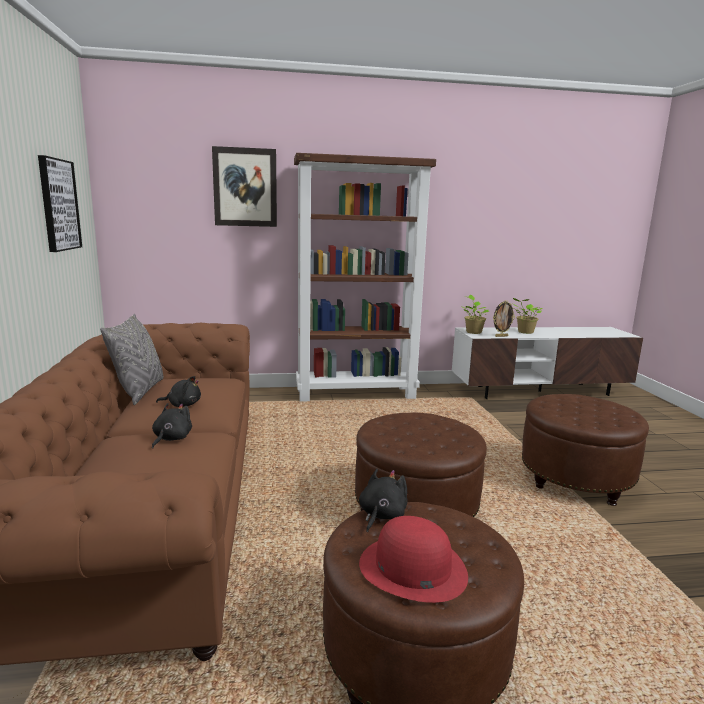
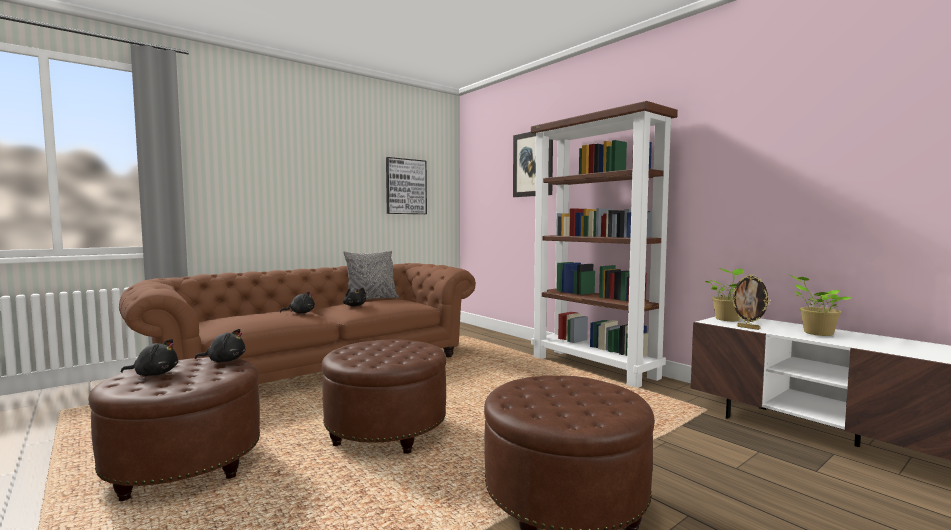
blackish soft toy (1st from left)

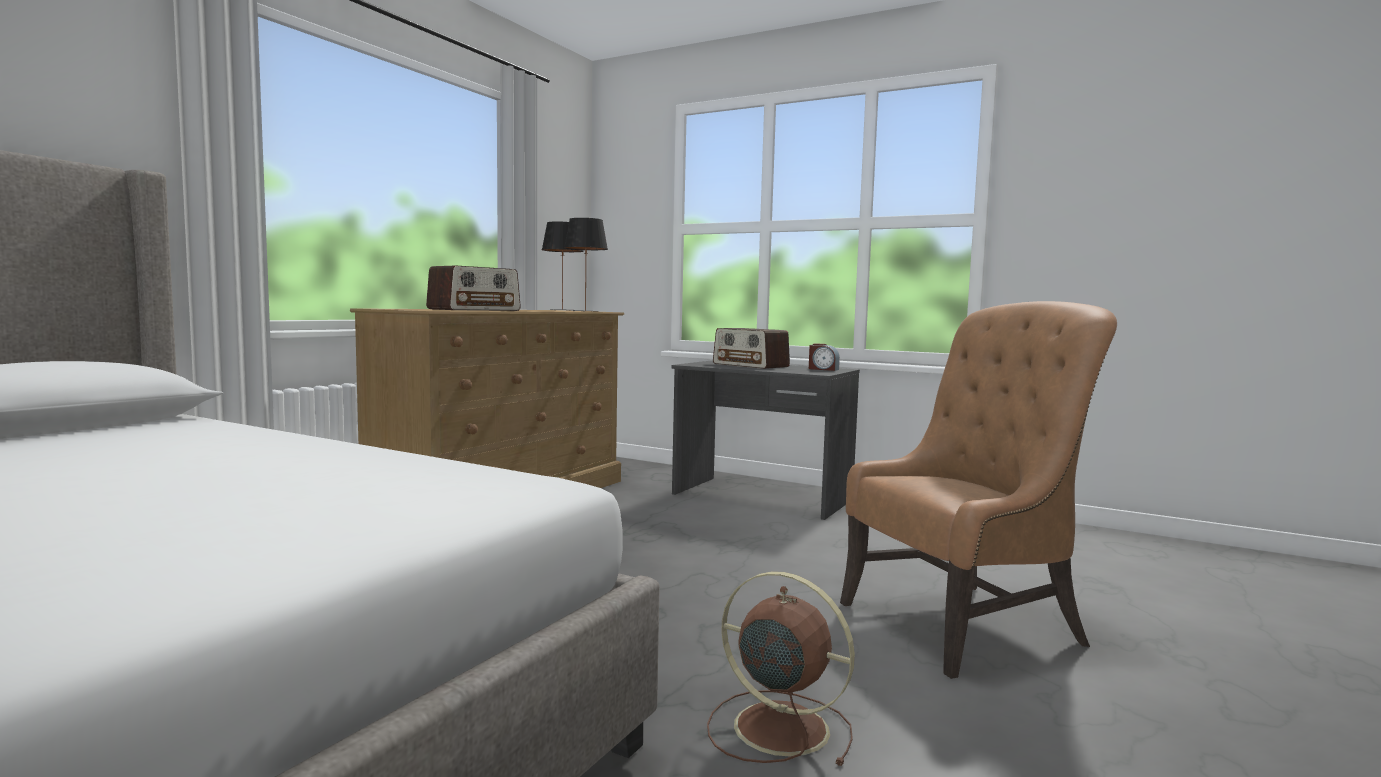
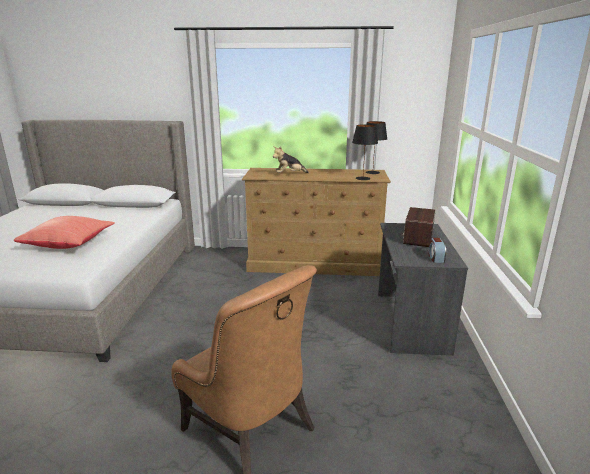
red-coloured cushion; soft toy; brownish electric fan

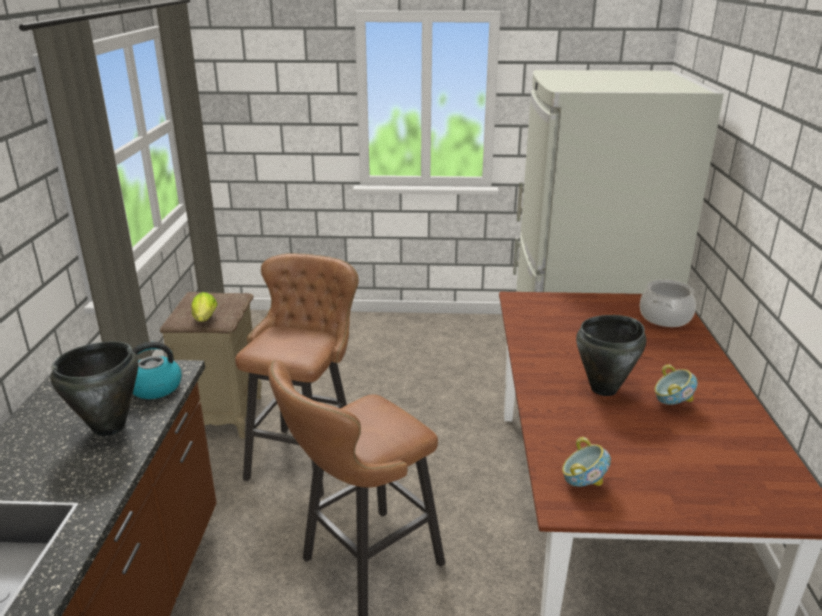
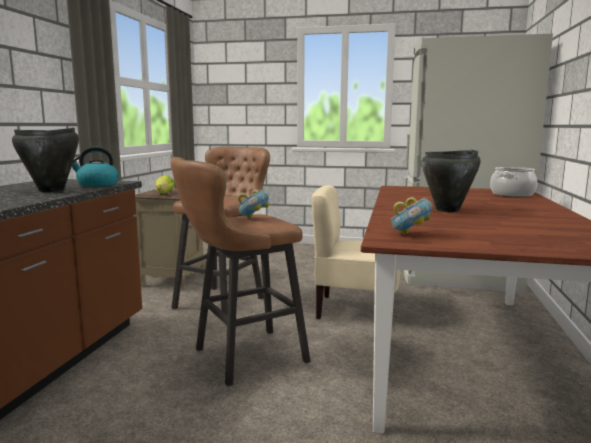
serving bowl (1st from left); sand-coloured plain chair

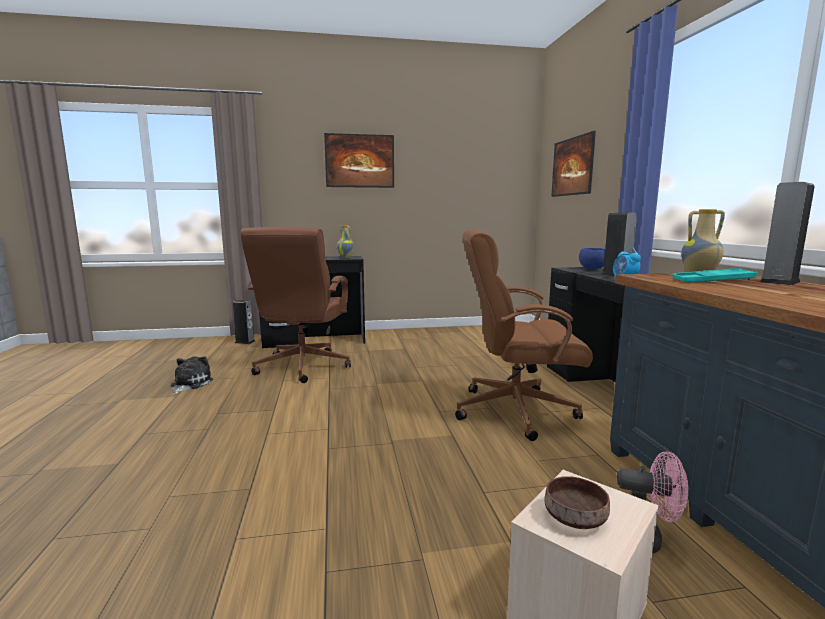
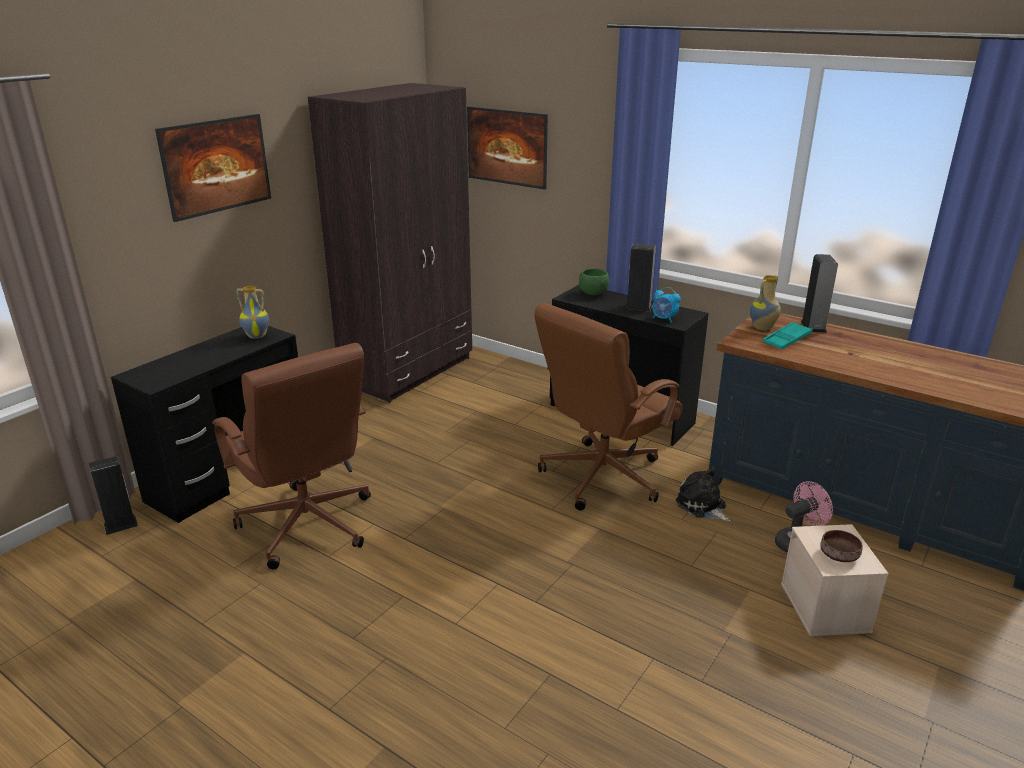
brownish wardrobe; green-coloured serving bowl; soft toy

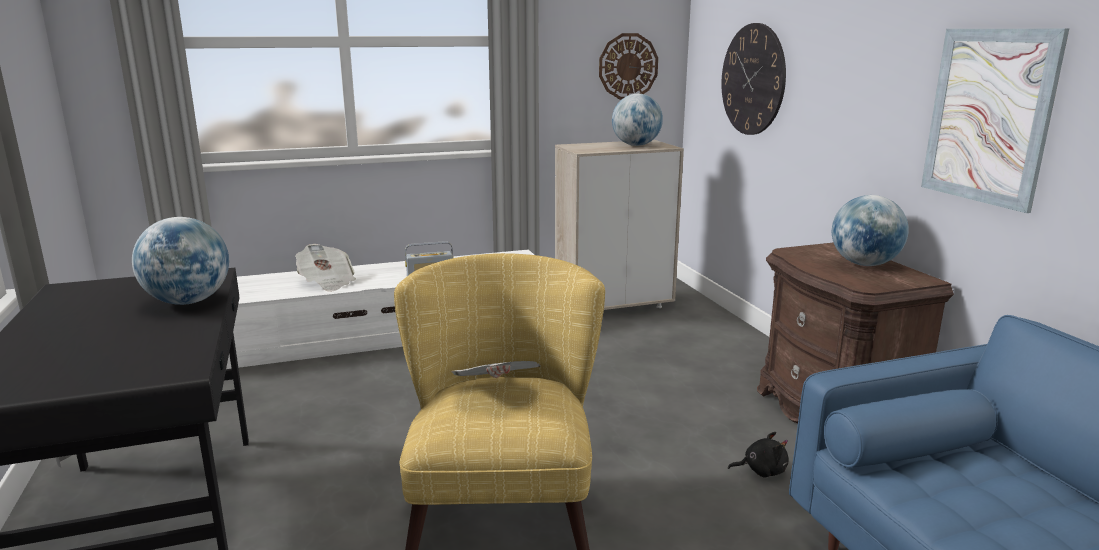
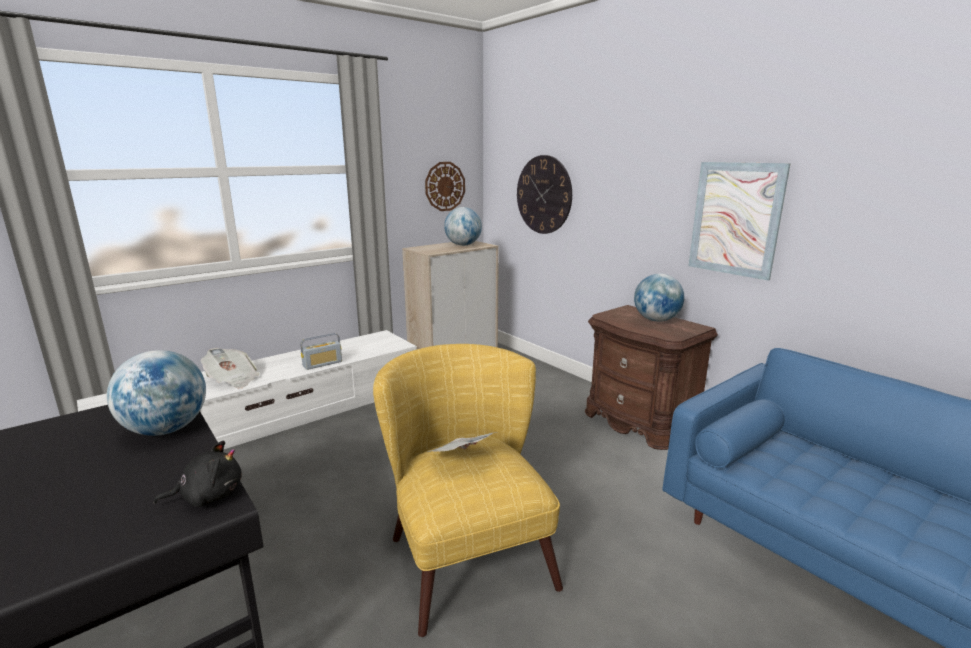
blackish soft toy

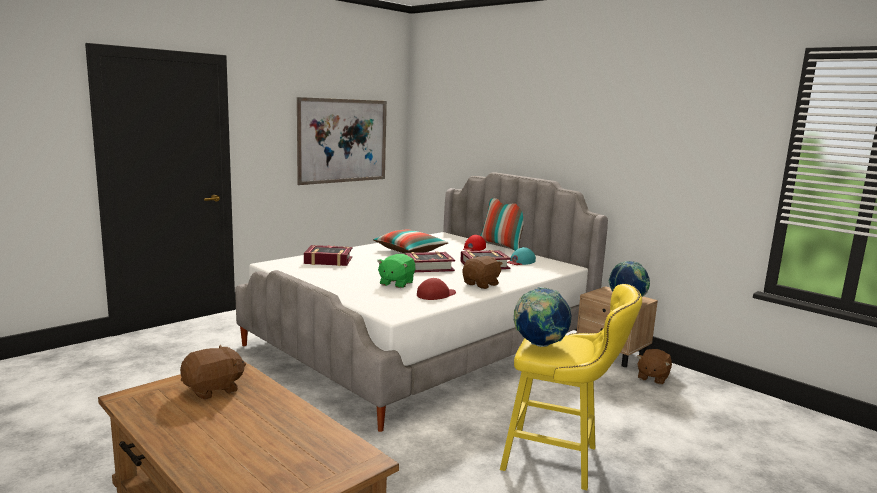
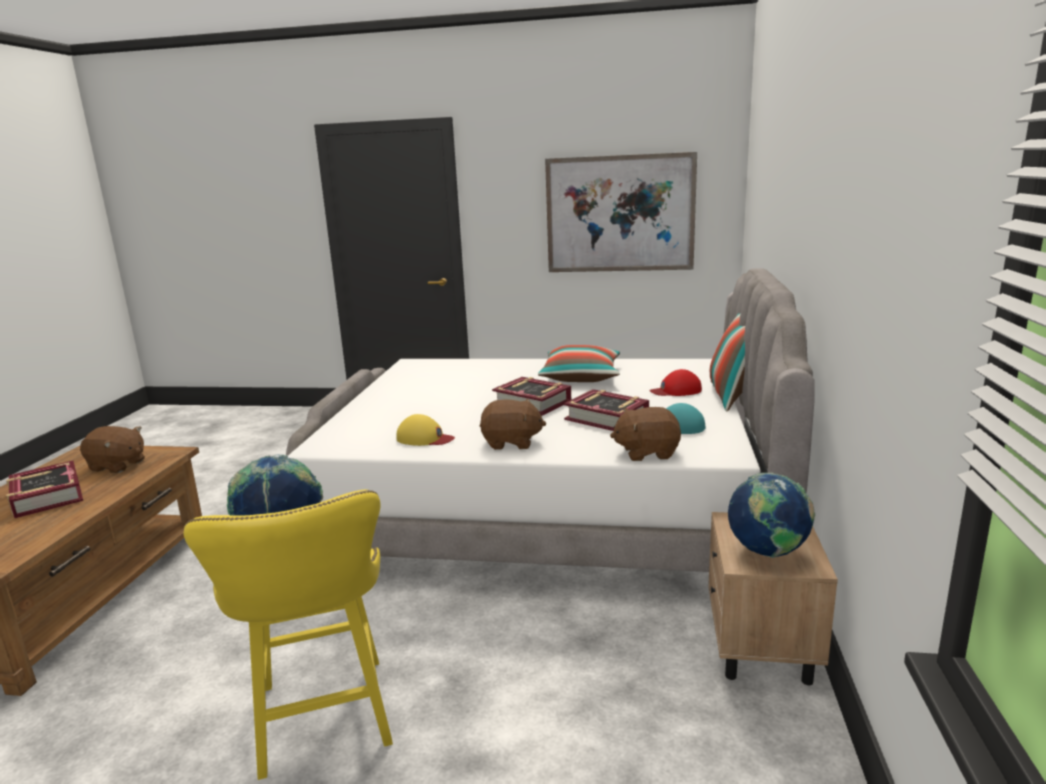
volume (1st from left); yellow baseball cap; brownish soft toy (3rd from left); green-coloured soft toy

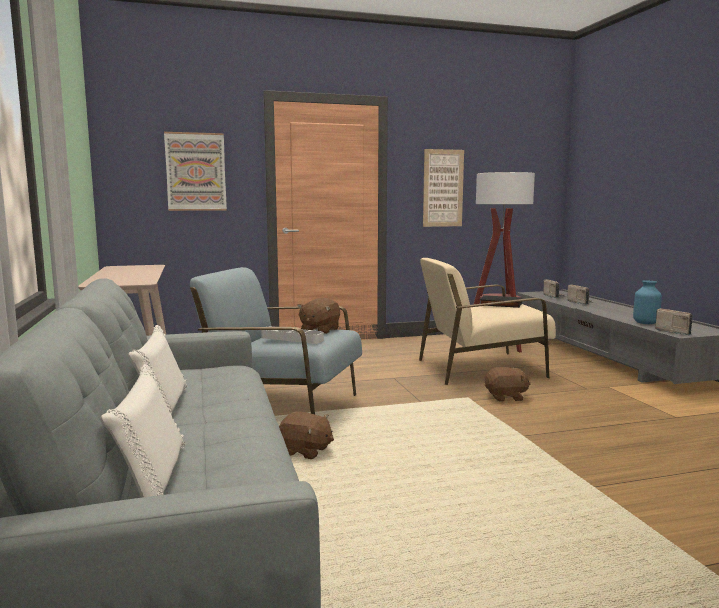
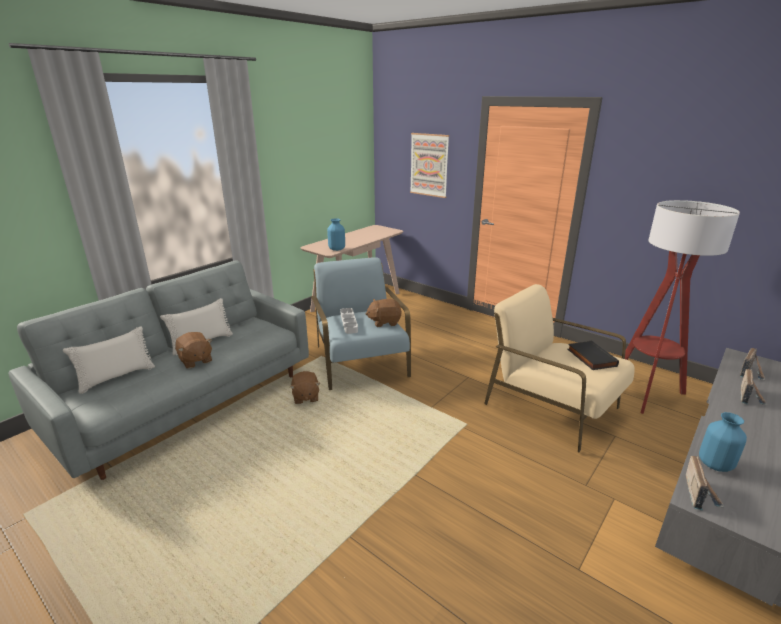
brownish soft toy (1st from left); bluish vase (1st from left); picture (2nd from left in the first image)

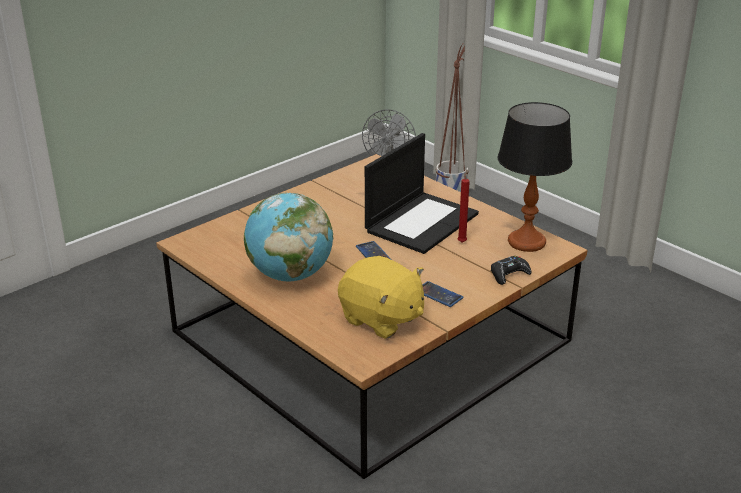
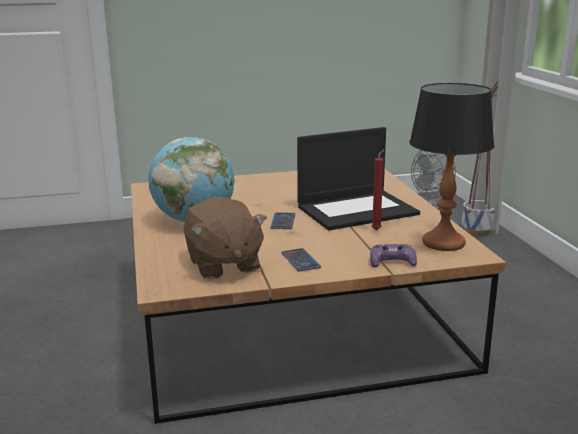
brownish soft toy; purple-coloured gamepad

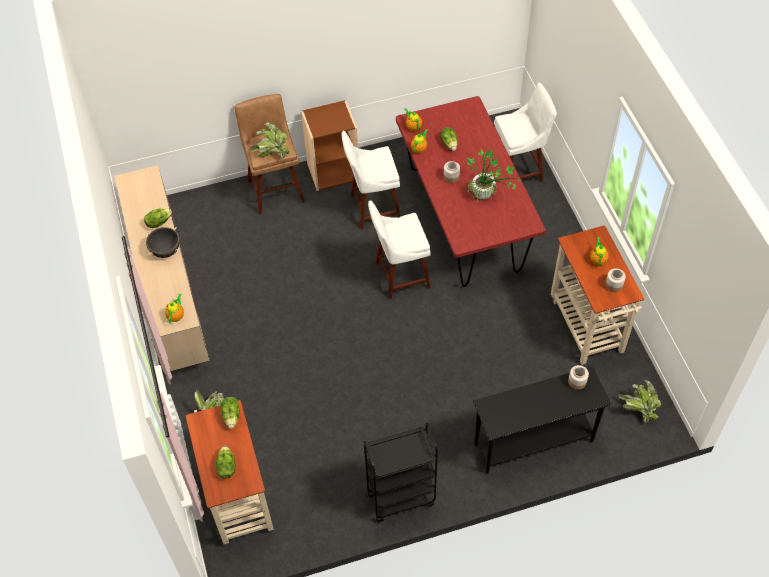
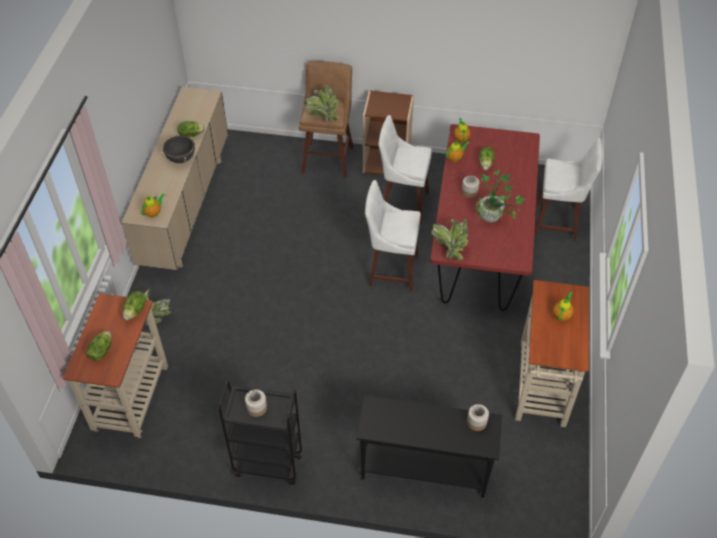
jar (1st from left); potted plant (3rd from left)

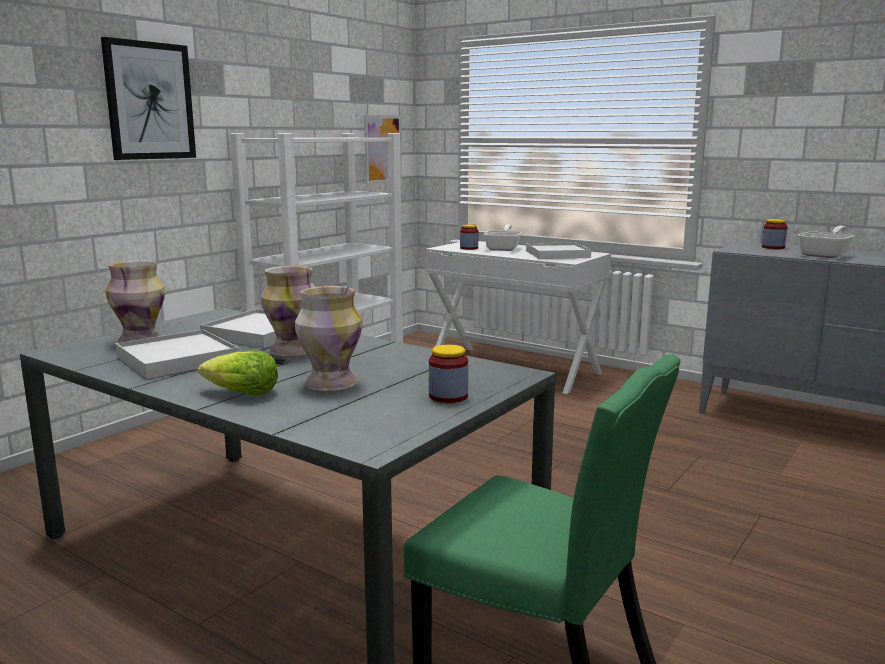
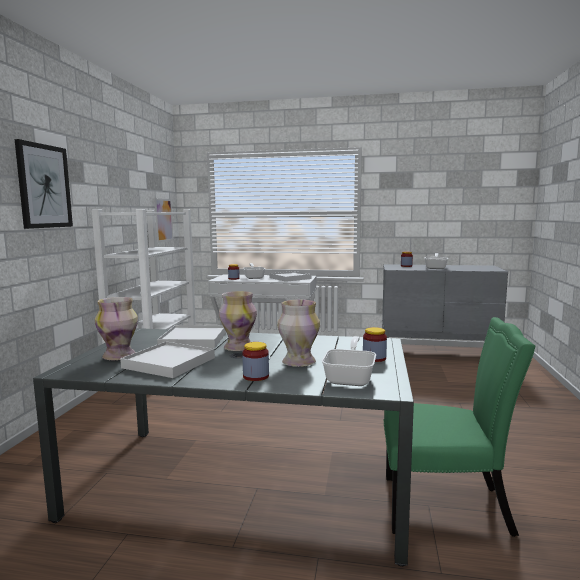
jar (2nd from left); frying pan (2nd from left)

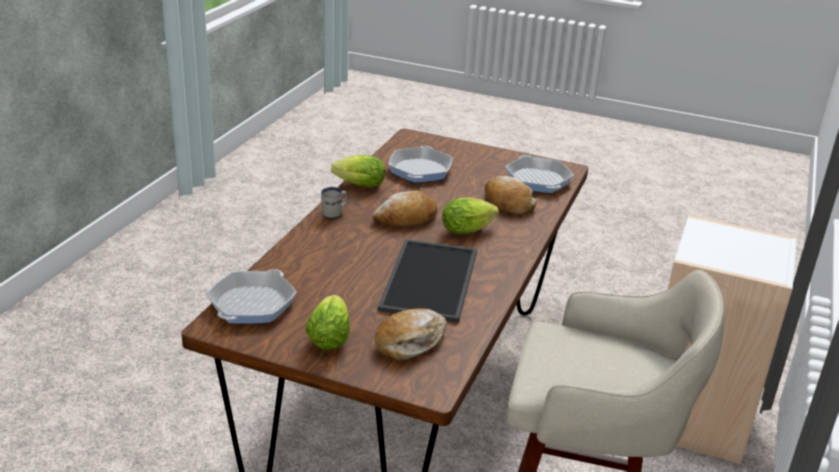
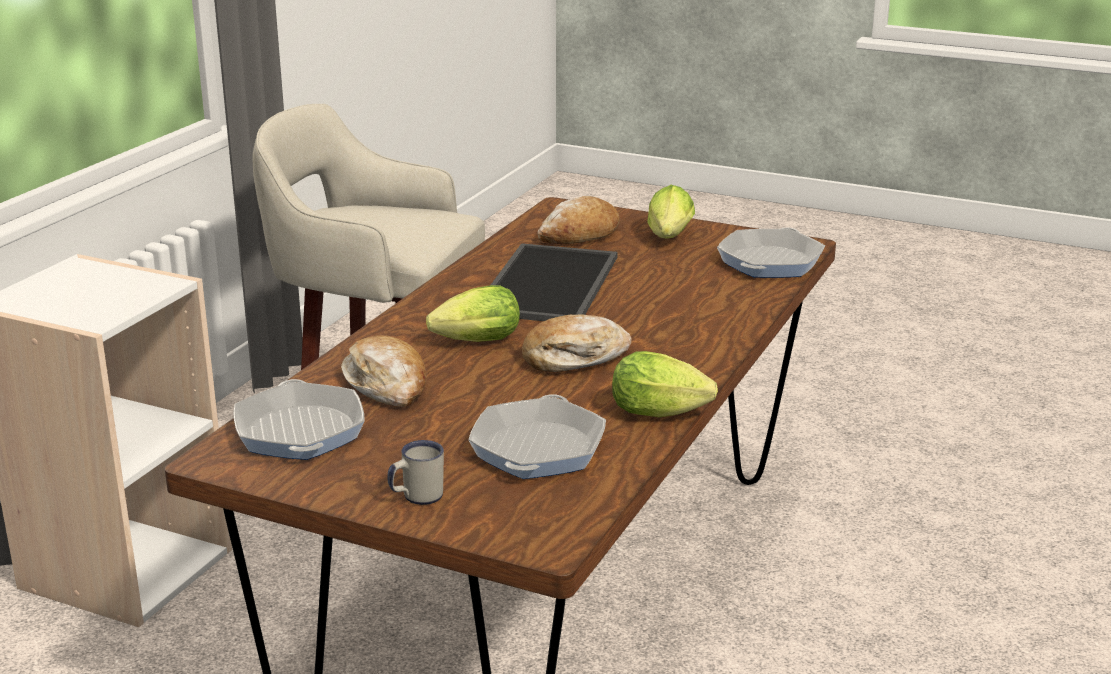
white tea mug

